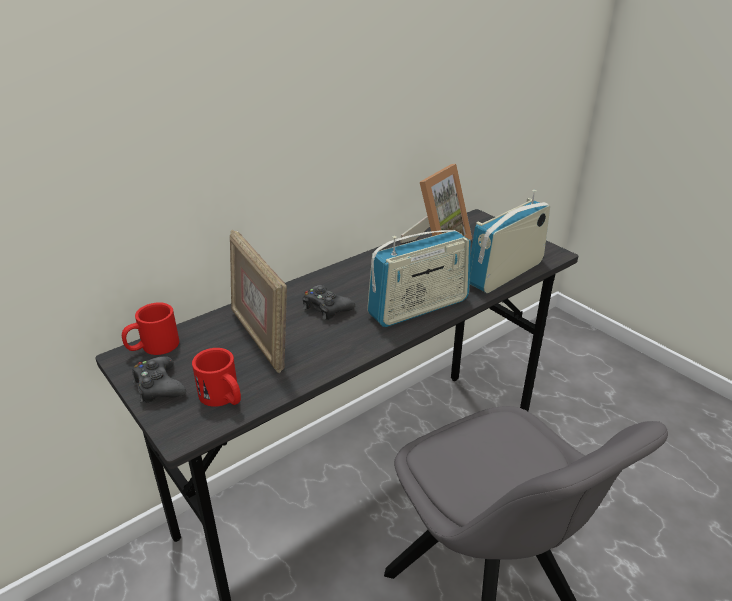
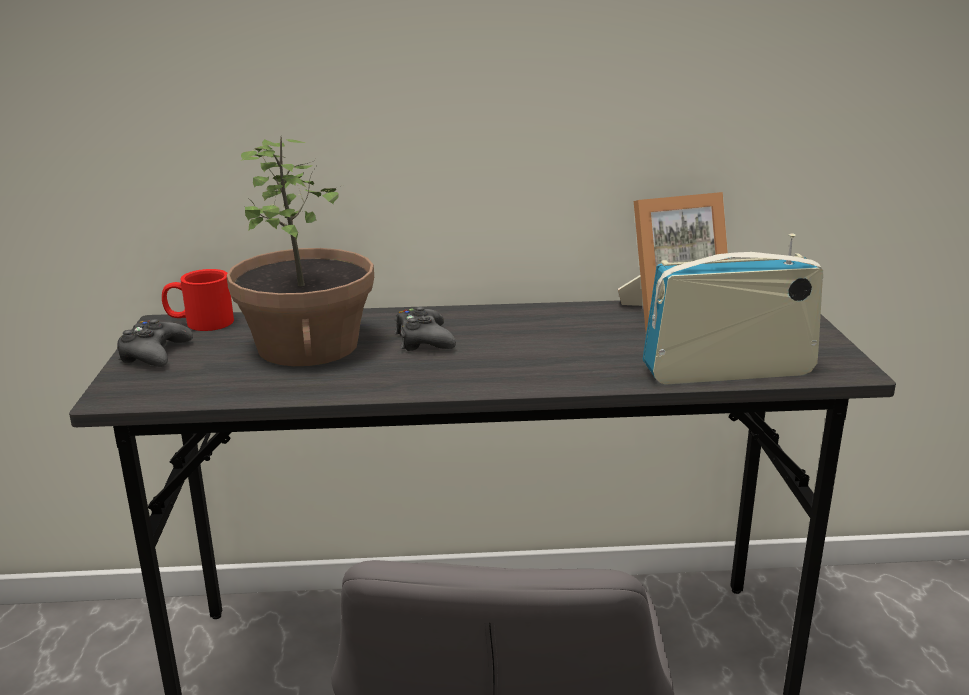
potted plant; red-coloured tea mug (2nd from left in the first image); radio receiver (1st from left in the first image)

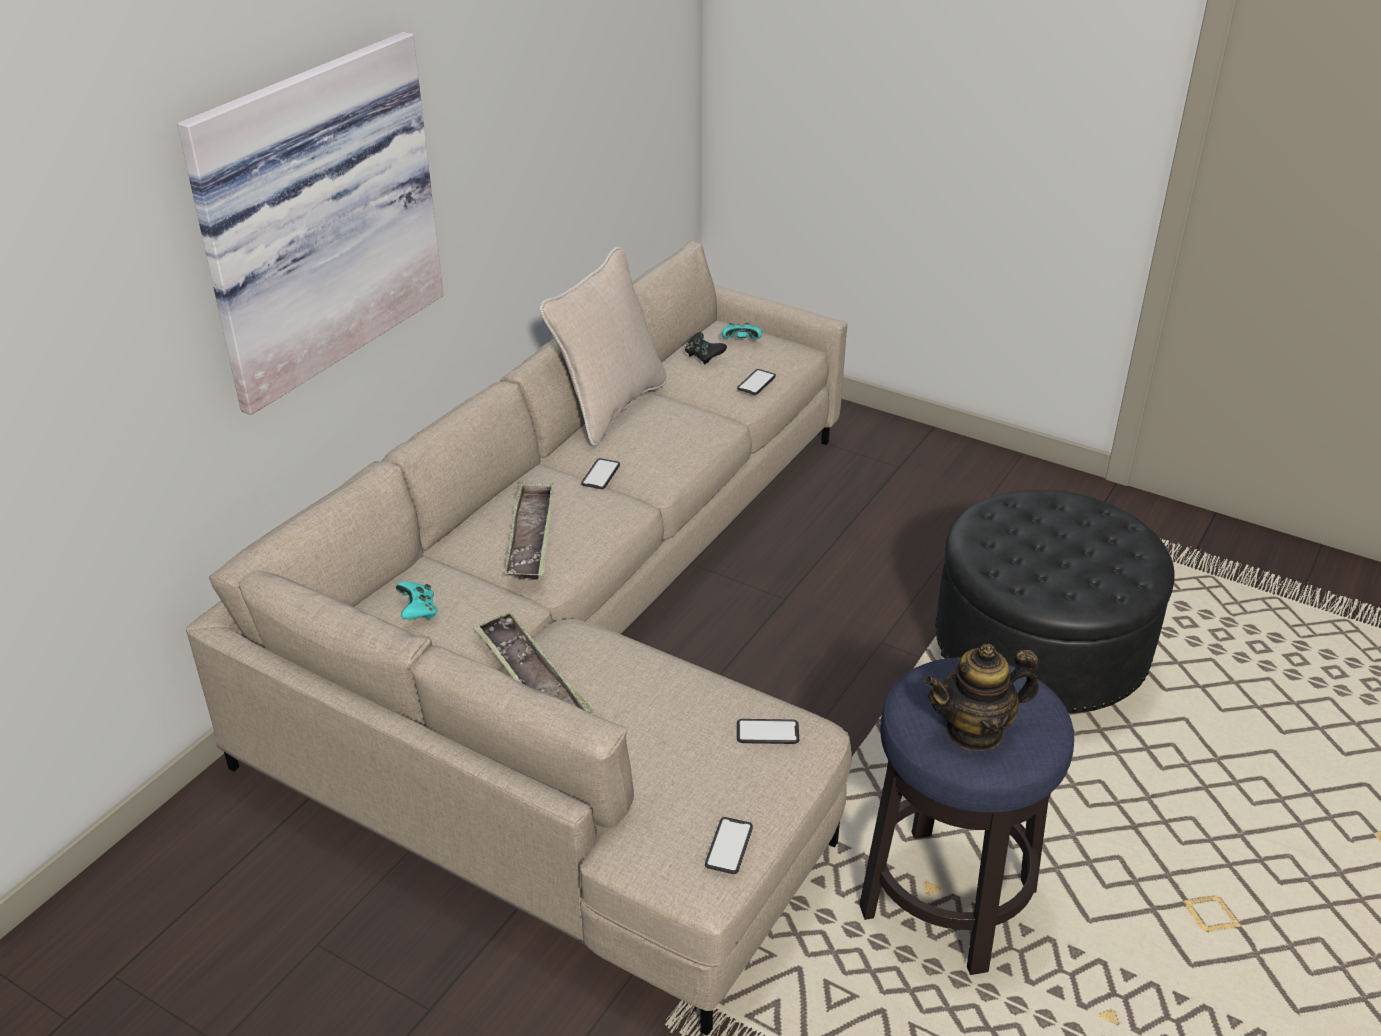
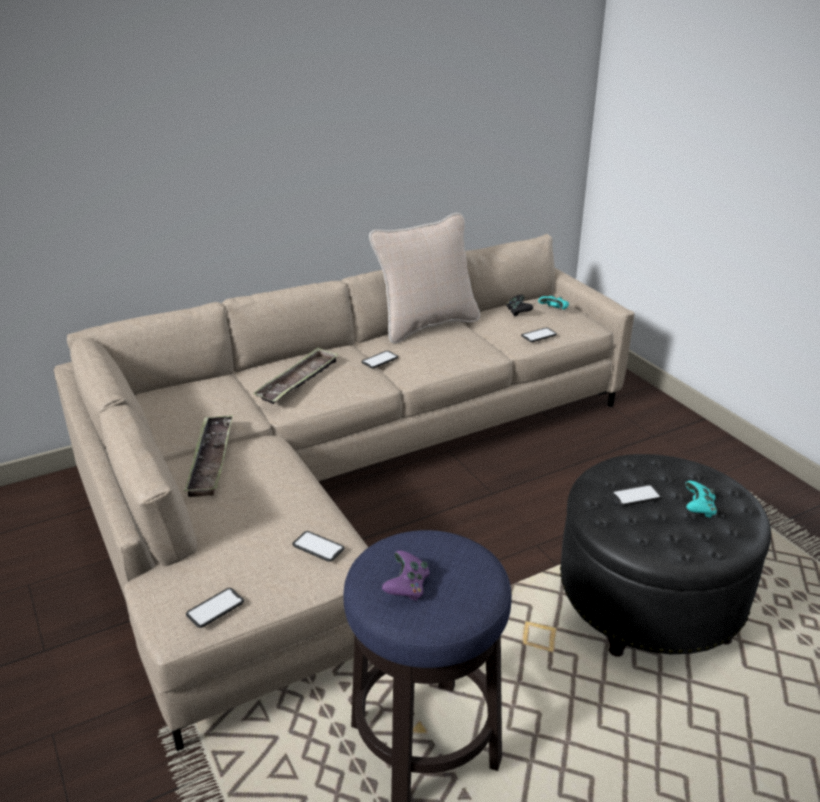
purple-coloured gamepad; telephone (5th from left); turquoise gamepad (2nd from left); picture

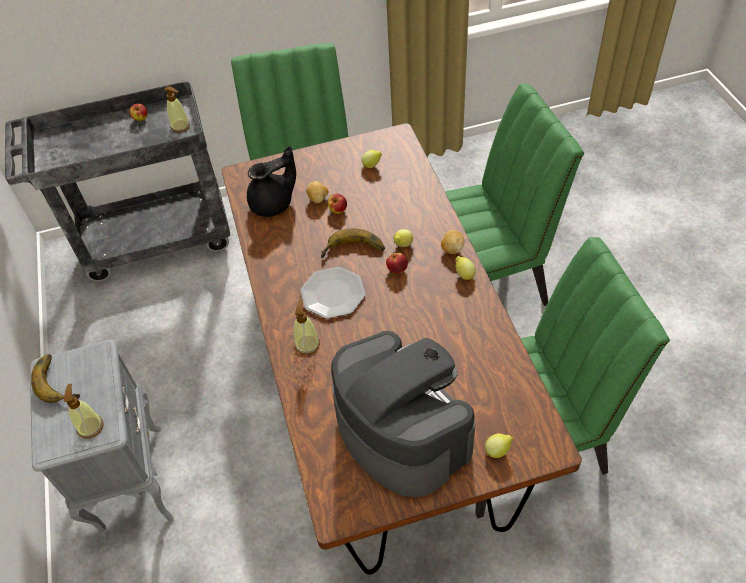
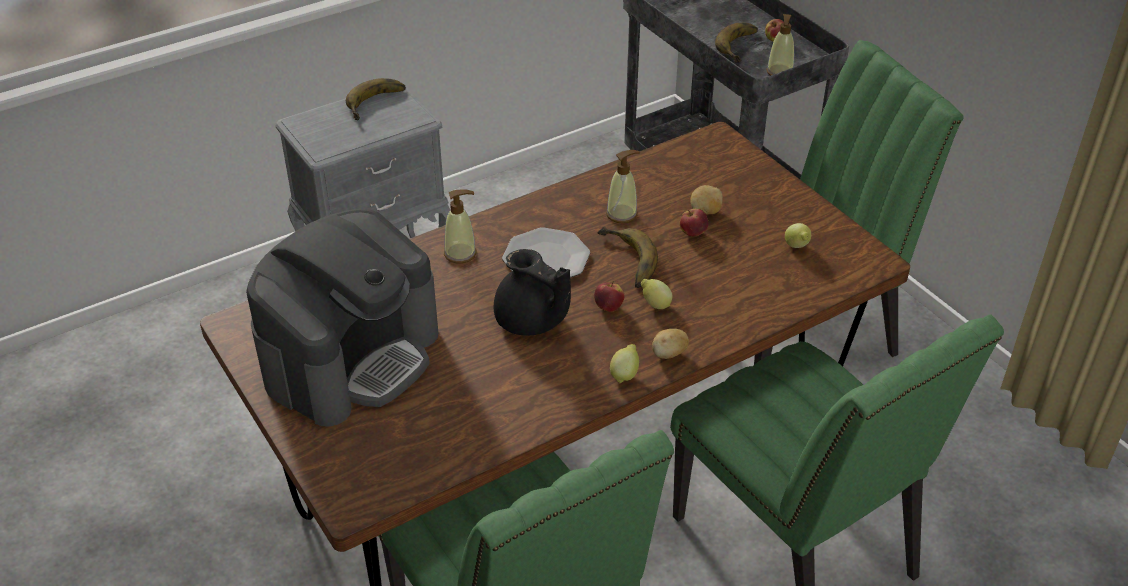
blackish pot for tea; soap bottle (2nd from left); banana (3rd from left); lemon (4th from left in the first image)

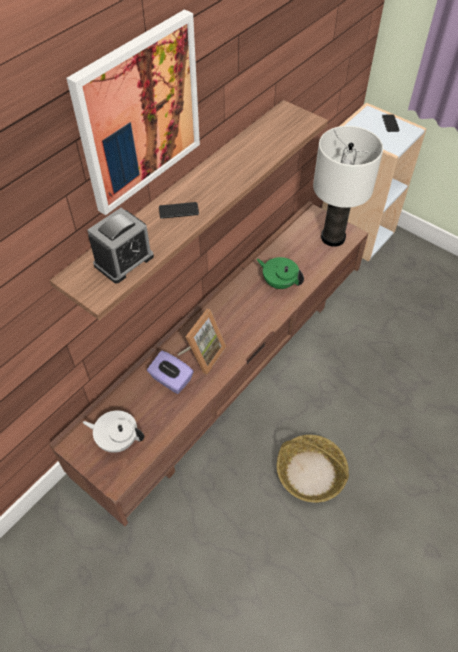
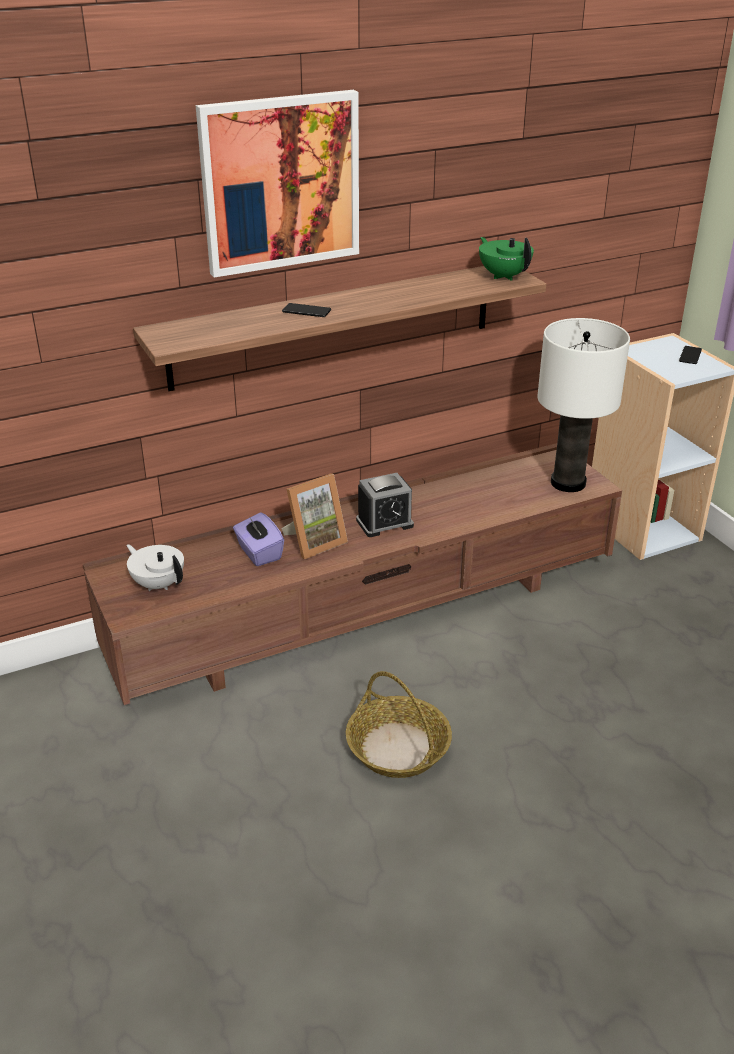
alarm clock; green-coloured pot for tea

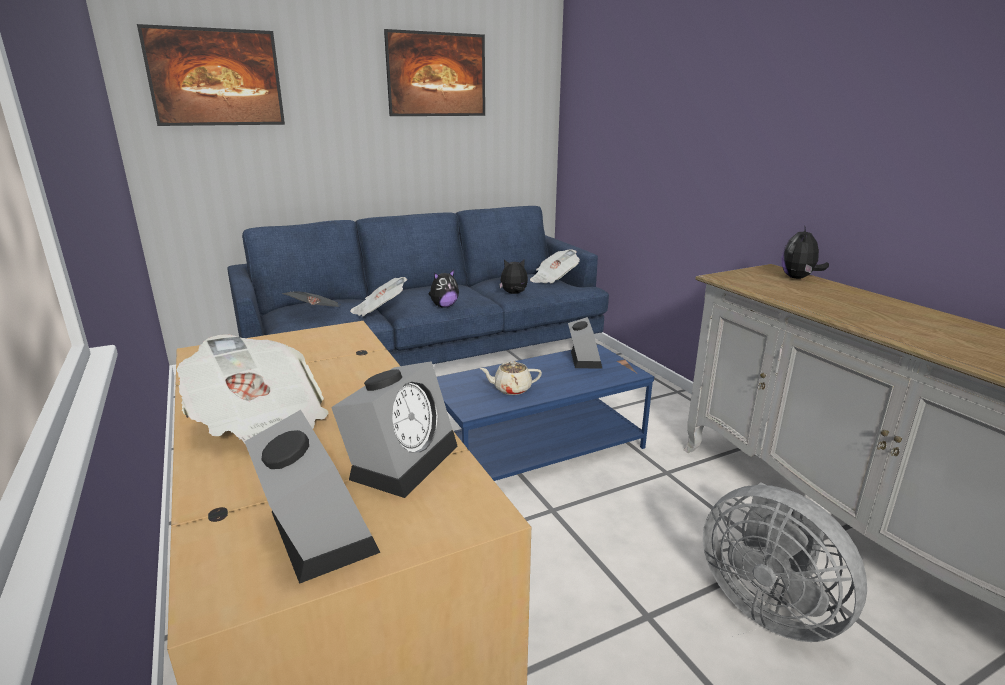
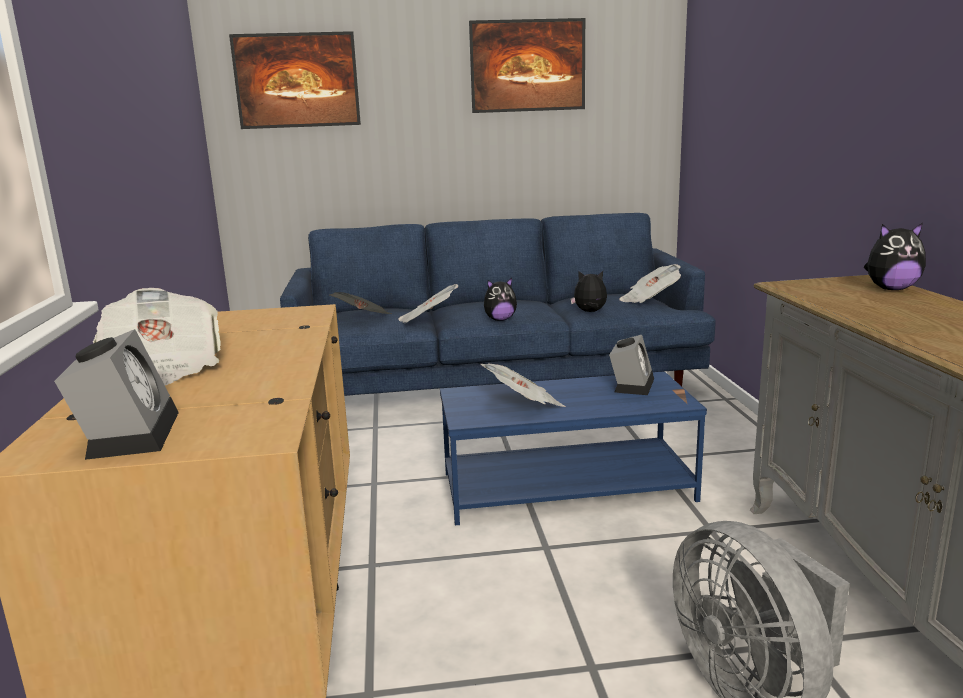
daily paper (4th from left); soft toy (3rd from left); alarm clock (2nd from left in the first image)

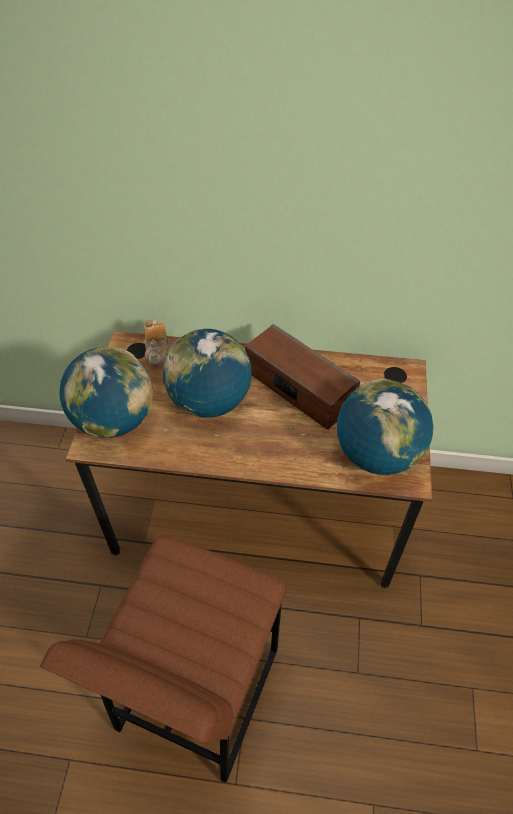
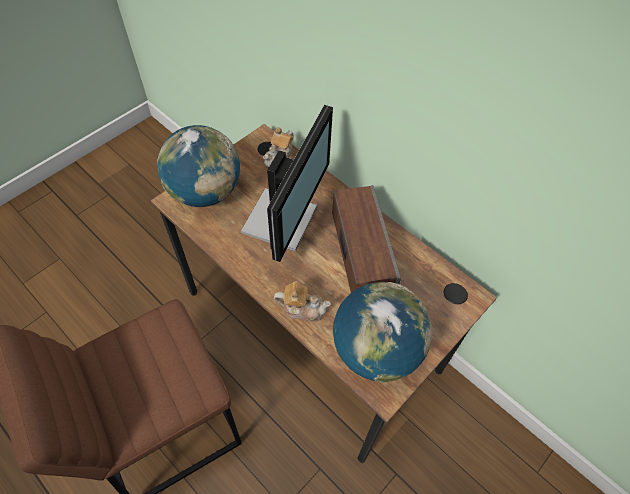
monitor; pot for tea (2nd from left)

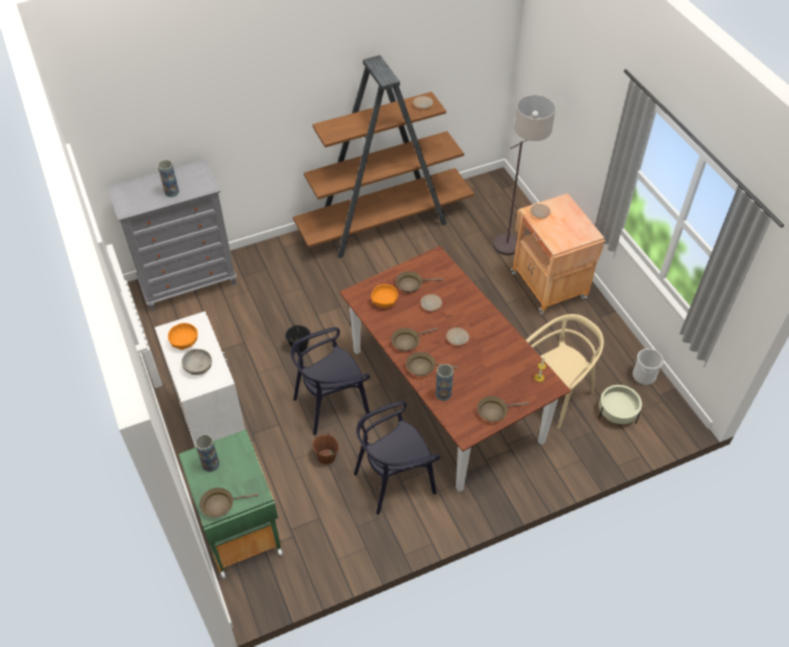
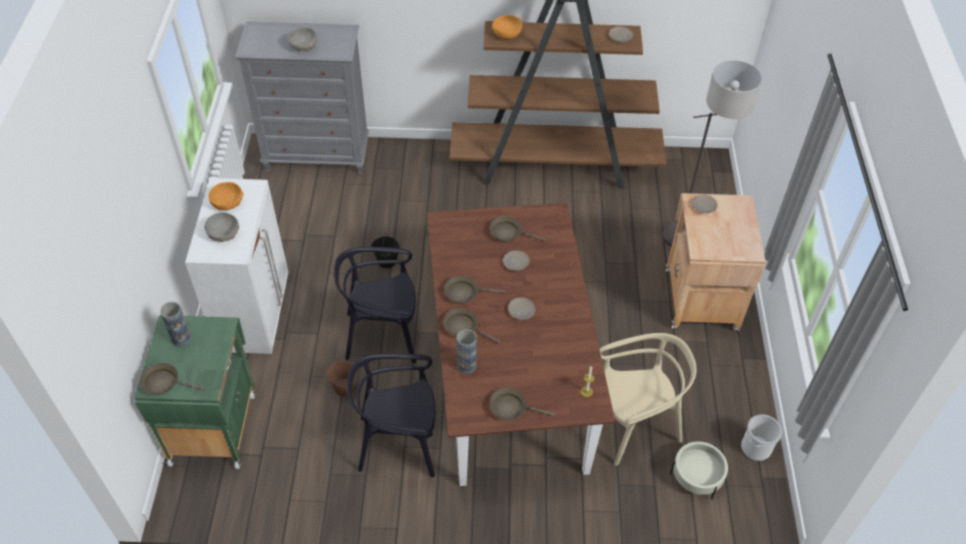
greyish serving bowl (2nd from left); orange serving bowl (2nd from left)

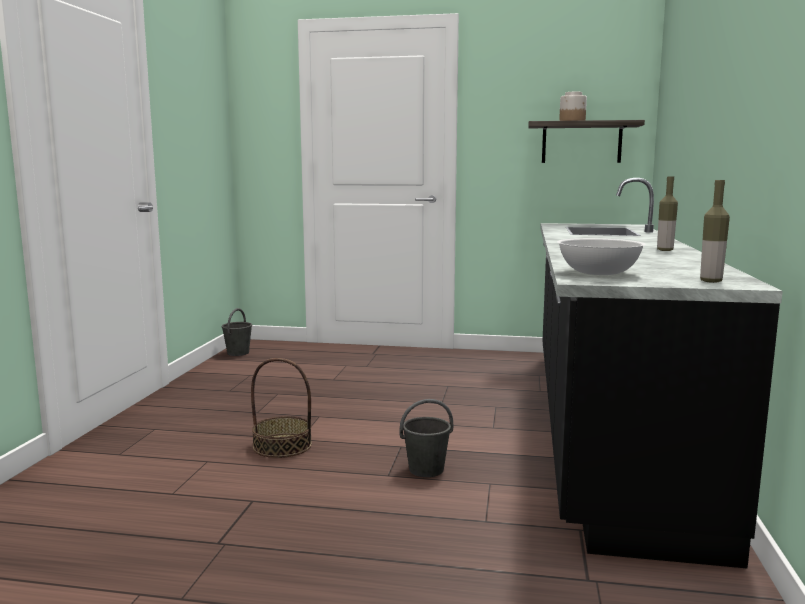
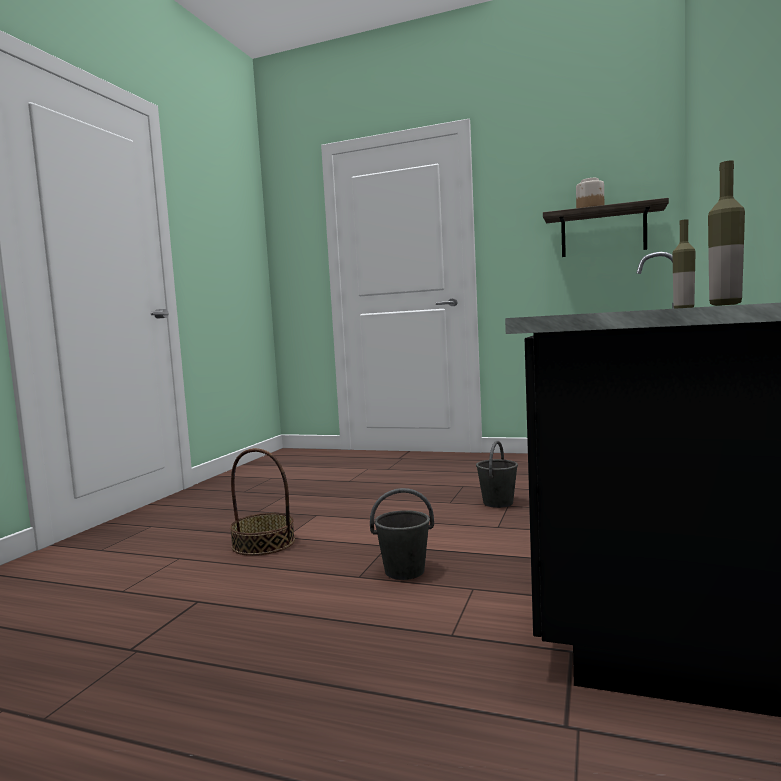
greyish bucket (2nd from left); white serving bowl

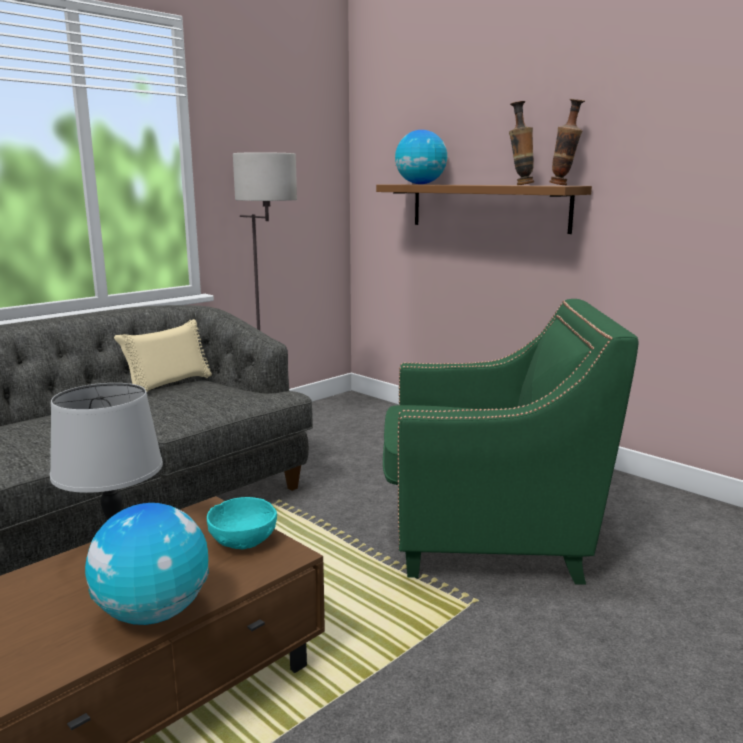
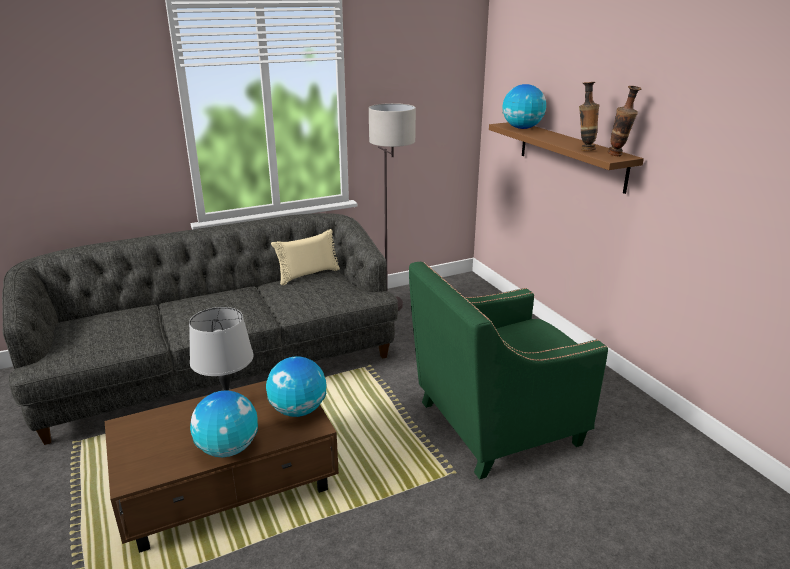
desk globe (2nd from left); green-coloured easy chair

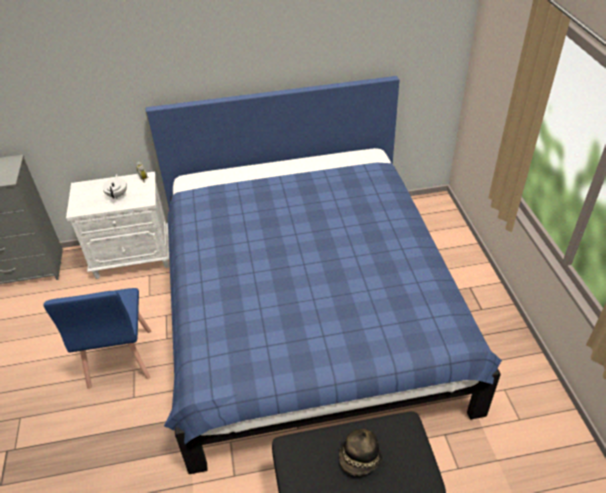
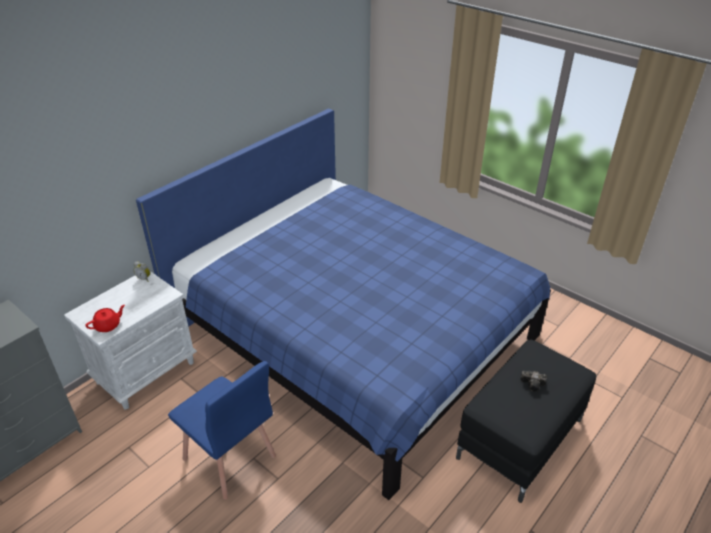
red-coloured pot for tea; photo camera; white pot for tea

